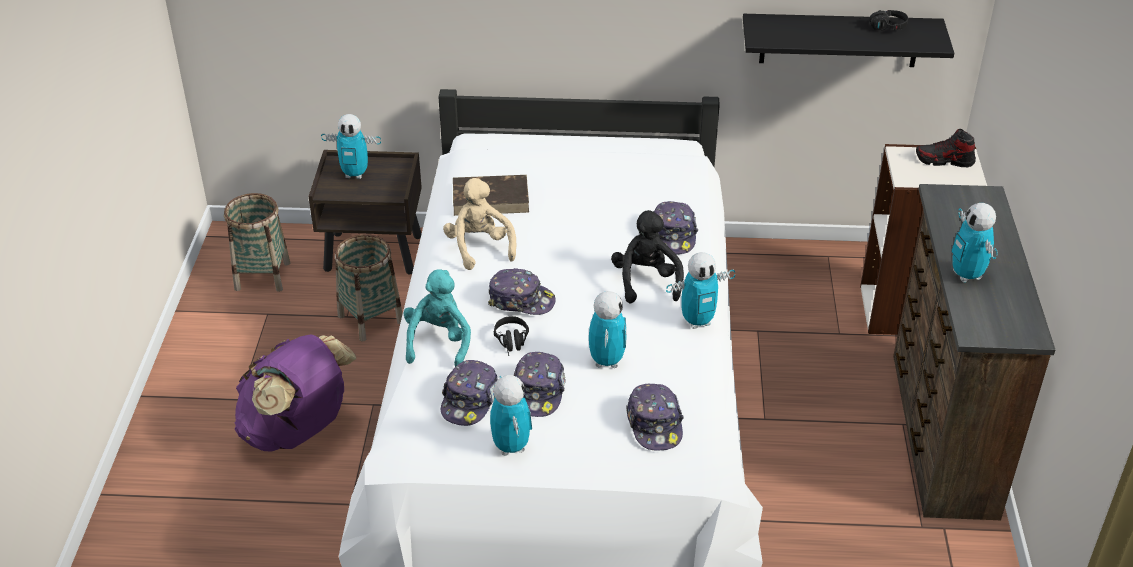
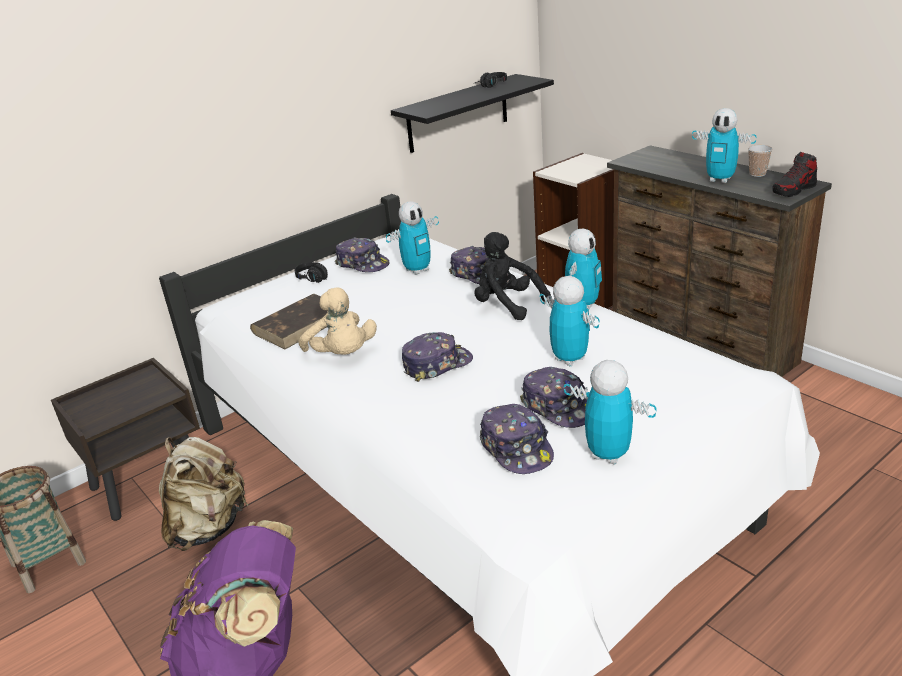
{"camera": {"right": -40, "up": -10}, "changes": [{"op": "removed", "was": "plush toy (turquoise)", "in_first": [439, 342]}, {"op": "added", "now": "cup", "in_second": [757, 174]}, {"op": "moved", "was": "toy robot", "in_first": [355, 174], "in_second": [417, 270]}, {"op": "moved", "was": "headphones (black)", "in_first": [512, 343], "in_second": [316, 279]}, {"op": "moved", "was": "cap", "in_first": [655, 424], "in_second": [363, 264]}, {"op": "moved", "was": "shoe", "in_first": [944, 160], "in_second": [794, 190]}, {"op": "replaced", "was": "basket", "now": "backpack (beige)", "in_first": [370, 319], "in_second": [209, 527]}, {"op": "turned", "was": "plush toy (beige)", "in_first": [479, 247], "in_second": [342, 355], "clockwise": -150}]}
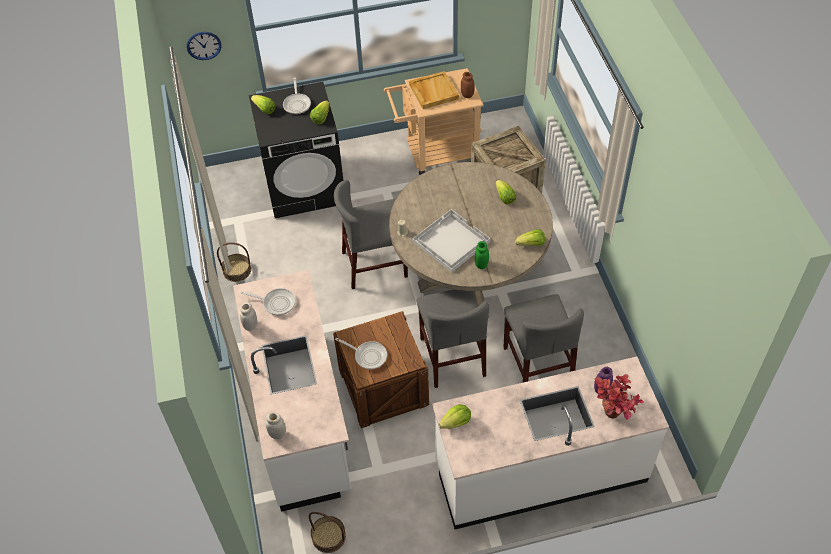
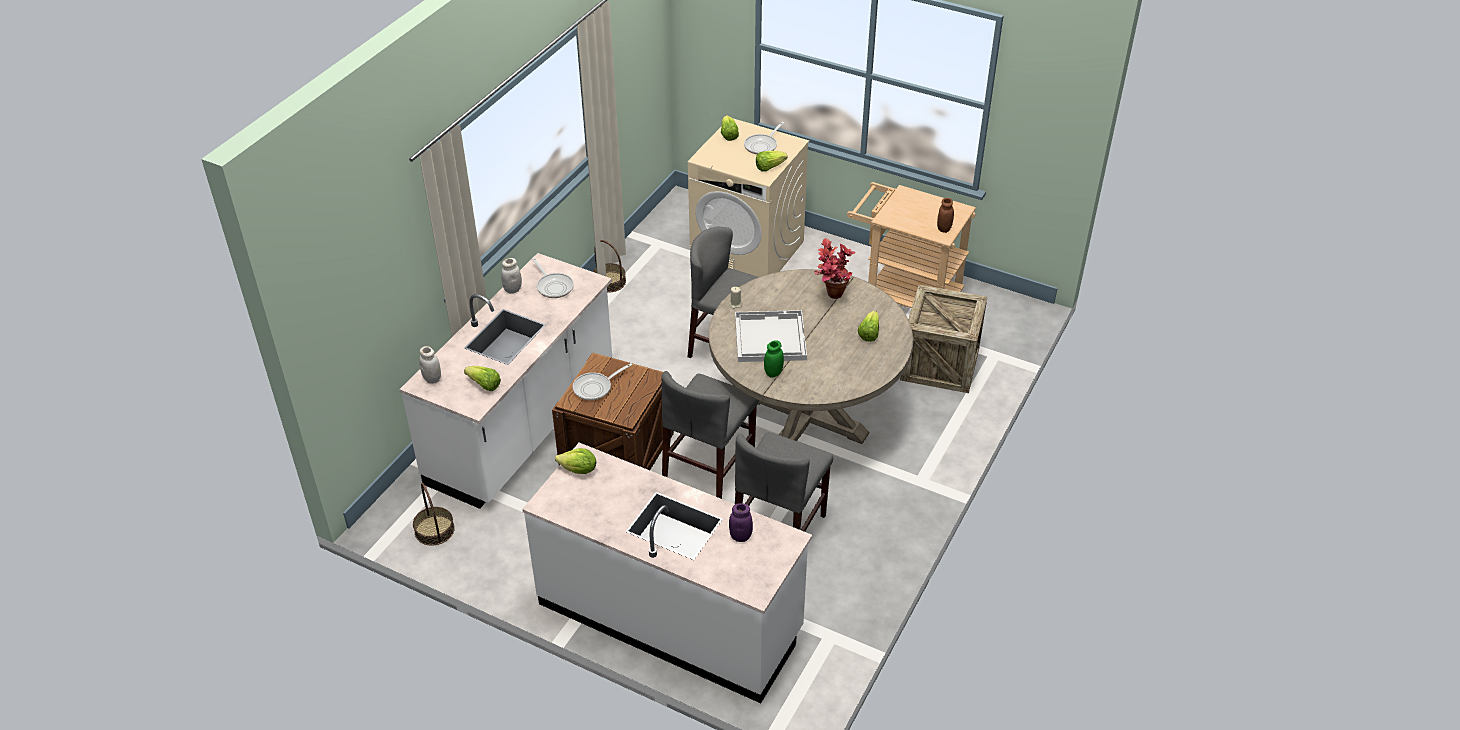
{"camera": {"right": 40, "up": -10}, "changes": [{"op": "removed", "was": "wall clock", "in_first": [204, 45]}, {"op": "removed", "was": "tray (beige)", "in_first": [433, 91]}, {"op": "moved", "was": "lettuce", "in_first": [531, 244], "in_second": [484, 385]}, {"op": "moved", "was": "potted plant", "in_first": [613, 417], "in_second": [831, 297]}, {"op": "recoloured", "was": "washing machine (black)", "now": "washing machine (beige)", "in_first": [305, 186], "in_second": [748, 251]}, {"op": "turned", "was": "frying pan", "in_first": [368, 356], "in_second": [595, 388], "clockwise": 75}]}
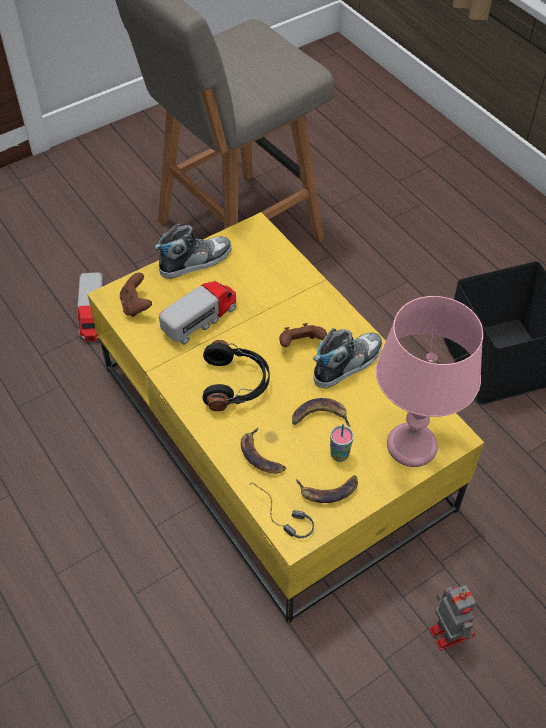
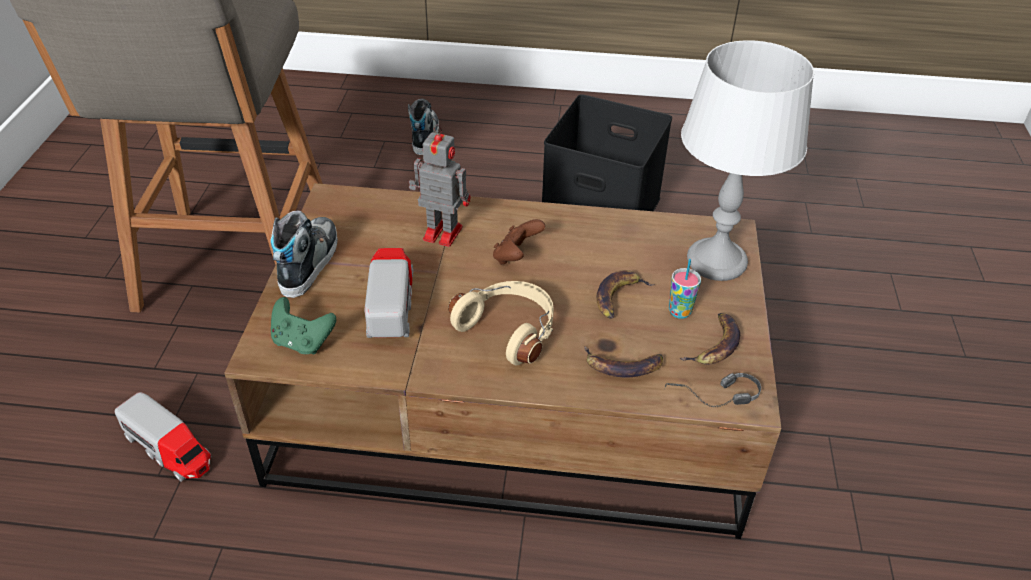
{"camera": {"right": -50, "up": -10}, "changes": [{"op": "moved", "was": "shoe", "in_first": [347, 363], "in_second": [424, 135]}, {"op": "moved", "was": "toy robot", "in_first": [446, 632], "in_second": [440, 232]}, {"op": "recoloured", "was": "coffee table (yellow)", "now": "coffee table (brown)", "in_first": [270, 435], "in_second": [509, 405]}, {"op": "recoloured", "was": "game controller (brown)", "now": "game controller (green)", "in_first": [136, 305], "in_second": [302, 342]}, {"op": "recoloured", "was": "headphones (black)", "now": "headphones (beige)", "in_first": [236, 383], "in_second": [509, 329]}, {"op": "recoloured", "was": "table lamp (pink)", "now": "table lamp (grey)", "in_first": [411, 445], "in_second": [715, 261]}]}
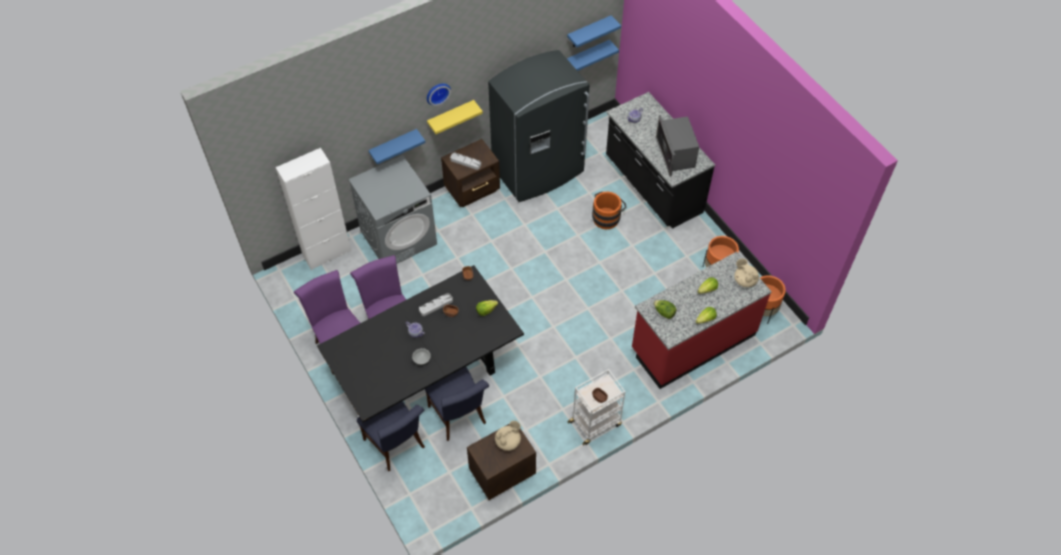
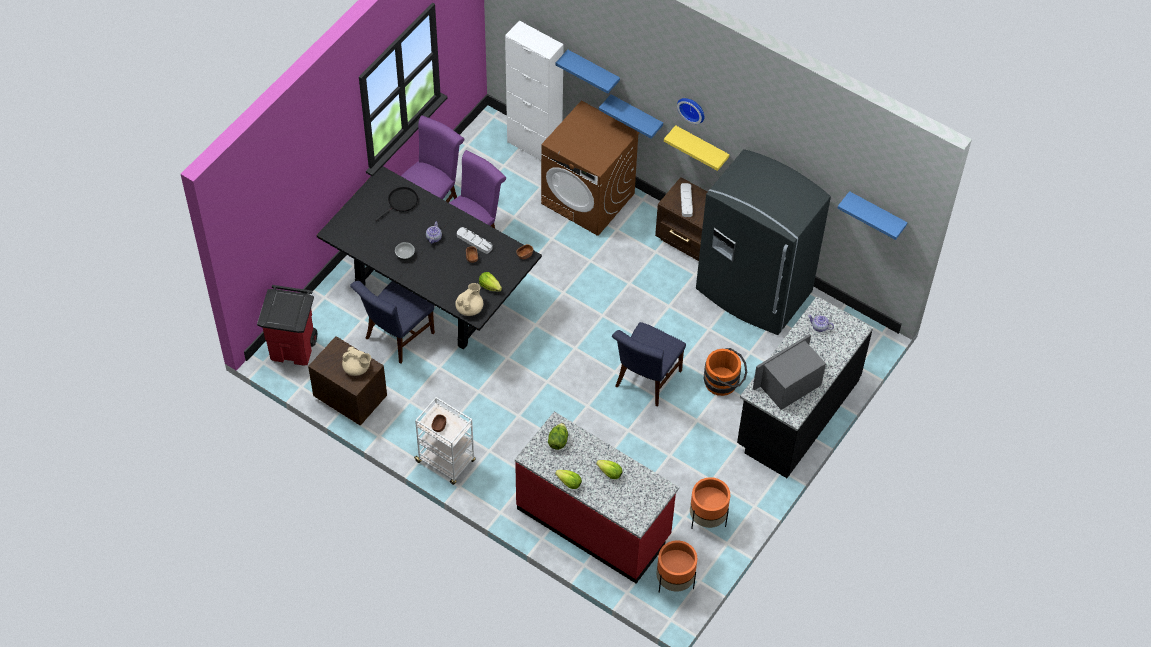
{"camera": {"right": 65, "up": 0}, "changes": [{"op": "added", "now": "trash can (red)", "in_second": [294, 348]}, {"op": "added", "now": "frying pan (black)", "in_second": [401, 202]}, {"op": "moved", "was": "chair (blue)", "in_first": [396, 445], "in_second": [646, 381]}, {"op": "moved", "was": "shelf (blue)", "in_first": [587, 56], "in_second": [593, 71]}, {"op": "moved", "was": "teapot (beige)", "in_first": [744, 280], "in_second": [470, 308]}, {"op": "recoloured", "was": "washing machine (grey)", "now": "washing machine (brown)", "in_first": [399, 237], "in_second": [588, 199]}]}
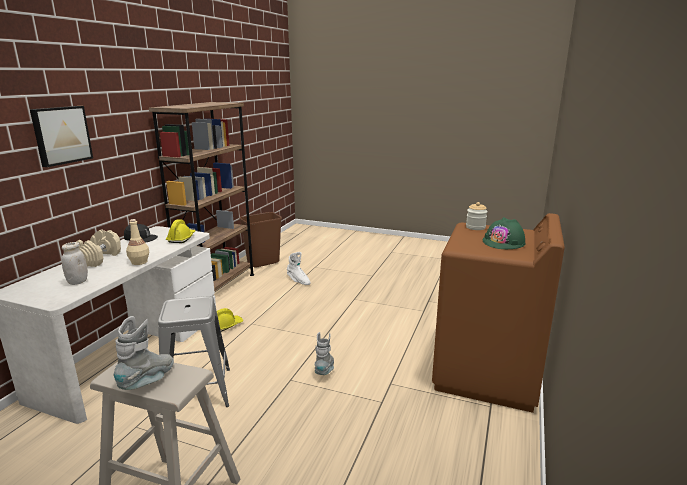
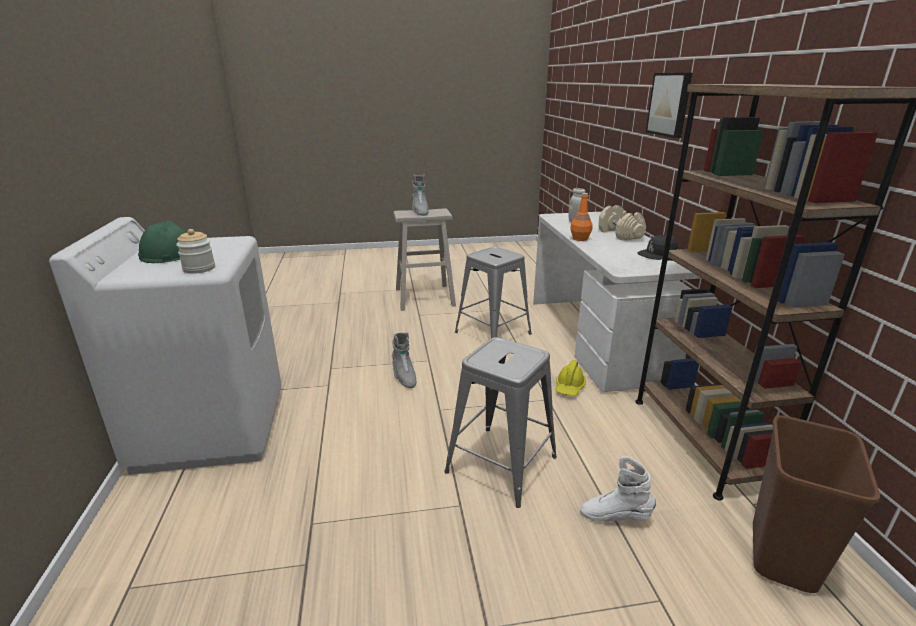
{"camera": {"right": 150, "up": 5}, "changes": [{"op": "removed", "was": "hard hat (yellow)", "in_first": [181, 238]}, {"op": "added", "now": "stool (grey)", "in_second": [501, 464]}, {"op": "recoloured", "was": "bottle (beige)", "now": "bottle (orange)", "in_first": [139, 262], "in_second": [580, 238]}, {"op": "recoloured", "was": "washing machine (brown)", "now": "washing machine (white)", "in_first": [486, 374], "in_second": [212, 428]}]}
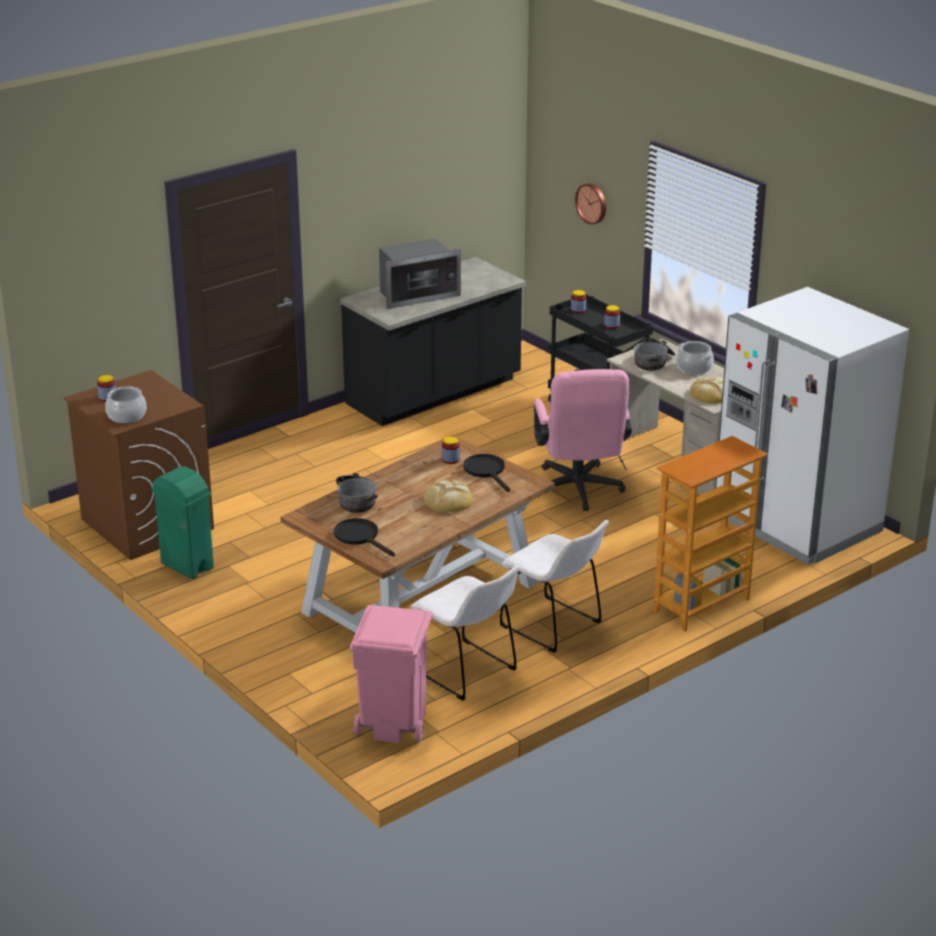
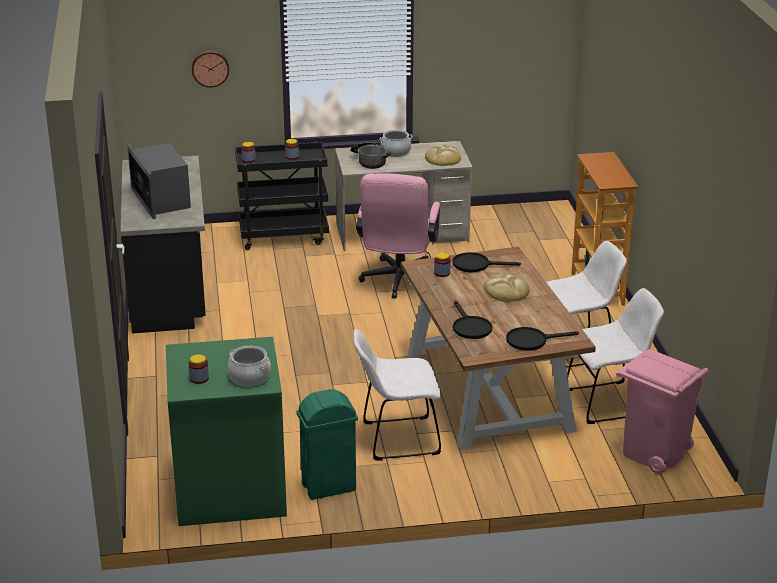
{"camera": {"right": -60, "up": 0}, "changes": [{"op": "removed", "was": "fridge (white)", "in_first": [797, 523]}, {"op": "added", "now": "chair (white)", "in_second": [396, 439]}, {"op": "replaced", "was": "cooking pot", "now": "frying pan (black)", "in_first": [356, 500], "in_second": [470, 327]}, {"op": "recoloured", "was": "washing machine (brown)", "now": "washing machine (green)", "in_first": [146, 523], "in_second": [229, 491]}, {"op": "turned", "was": "microwave", "in_first": [416, 294], "in_second": [161, 200], "clockwise": 150}, {"op": "turned", "was": "office chair (pink)", "in_first": [578, 492], "in_second": [398, 282], "clockwise": 75}]}
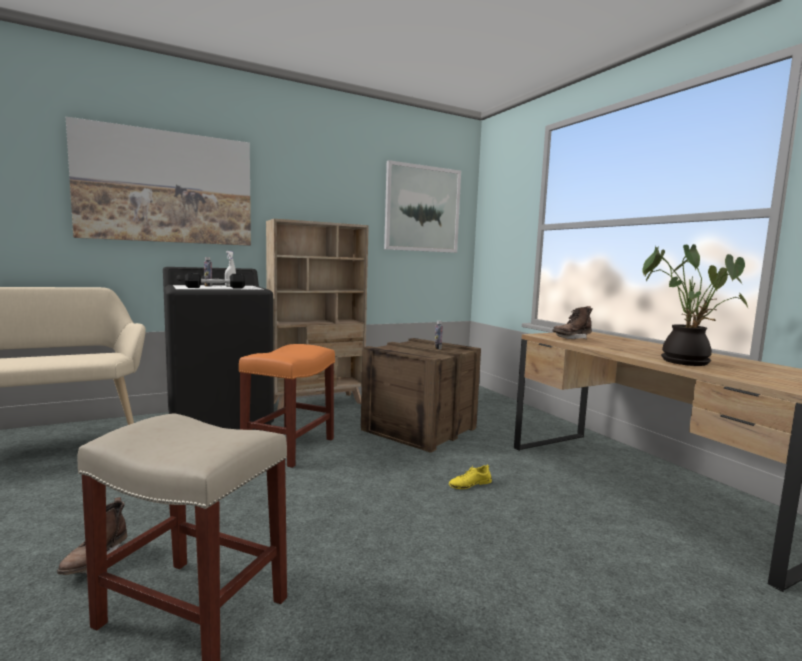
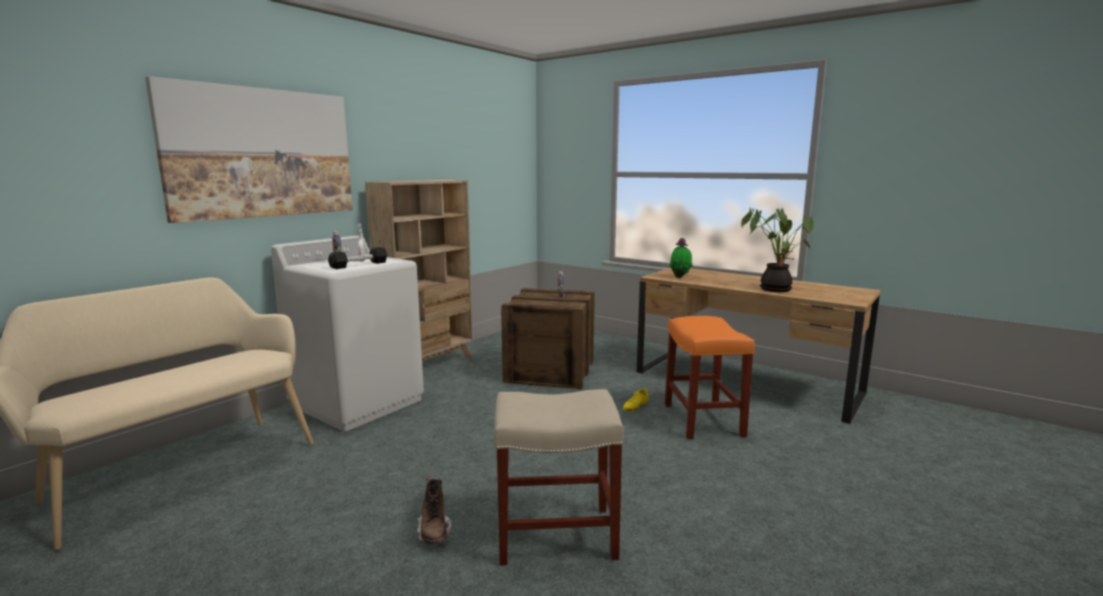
{"camera": {"right": -25, "up": 5}, "changes": [{"op": "removed", "was": "picture", "in_first": [422, 209]}, {"op": "moved", "was": "stool (orange)", "in_first": [289, 447], "in_second": [702, 419]}, {"op": "replaced", "was": "boot (brown)", "now": "potted plant", "in_first": [571, 339], "in_second": [680, 277]}, {"op": "recoloured", "was": "washing machine (black)", "now": "washing machine (white)", "in_first": [220, 421], "in_second": [358, 402]}]}
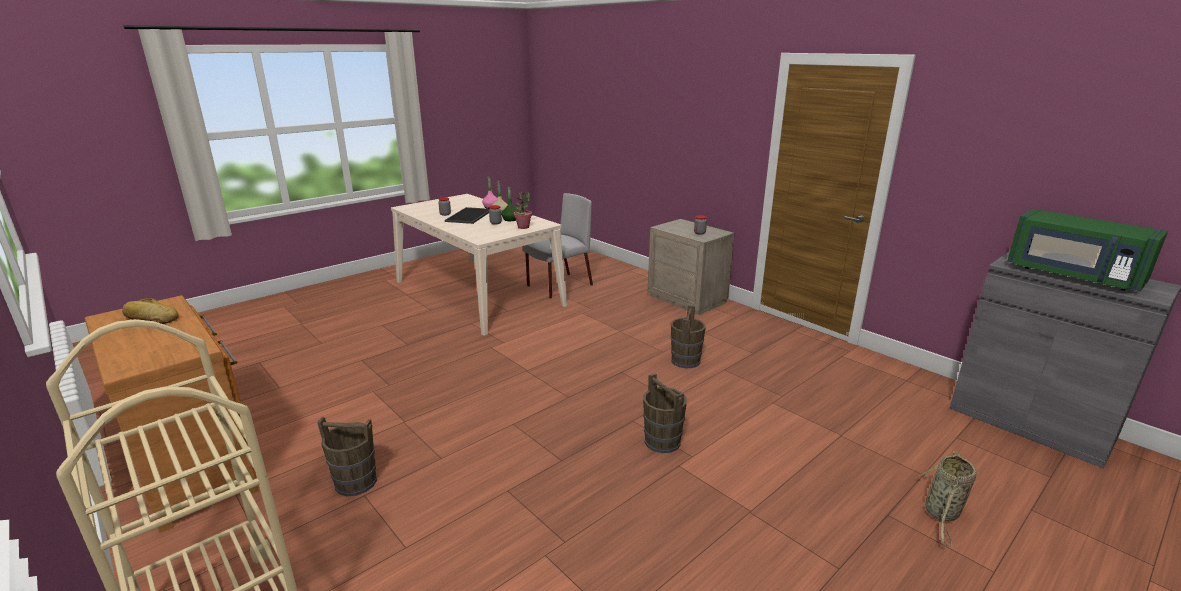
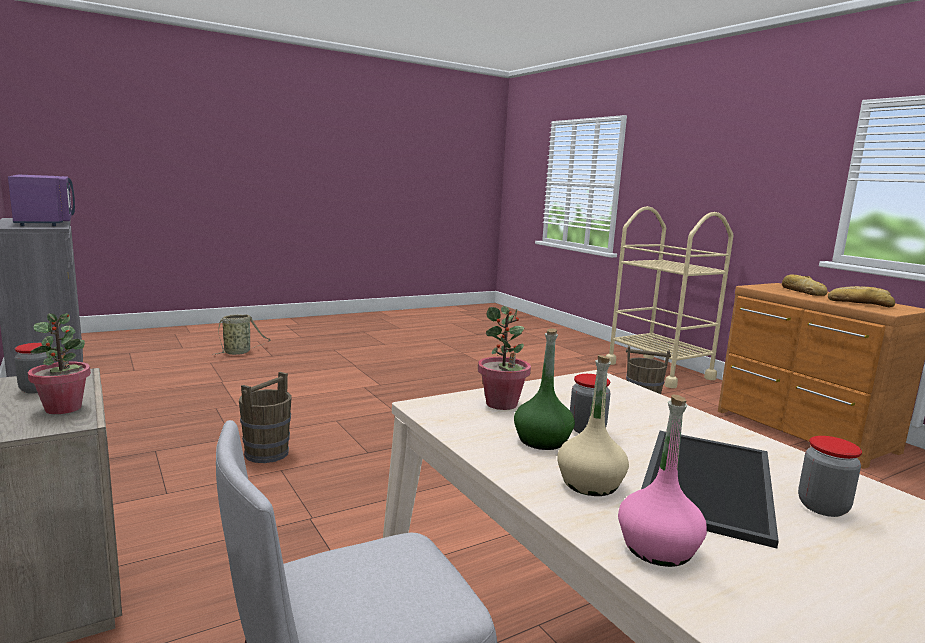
{"camera": {"right": -170, "up": -10}, "changes": [{"op": "removed", "was": "bucket (brown)", "in_first": [662, 442]}, {"op": "added", "now": "potted plant", "in_second": [64, 408]}, {"op": "added", "now": "bread", "in_second": [802, 291]}, {"op": "recoloured", "was": "microwave (green)", "now": "microwave (purple)", "in_first": [1072, 275], "in_second": [45, 223]}]}
